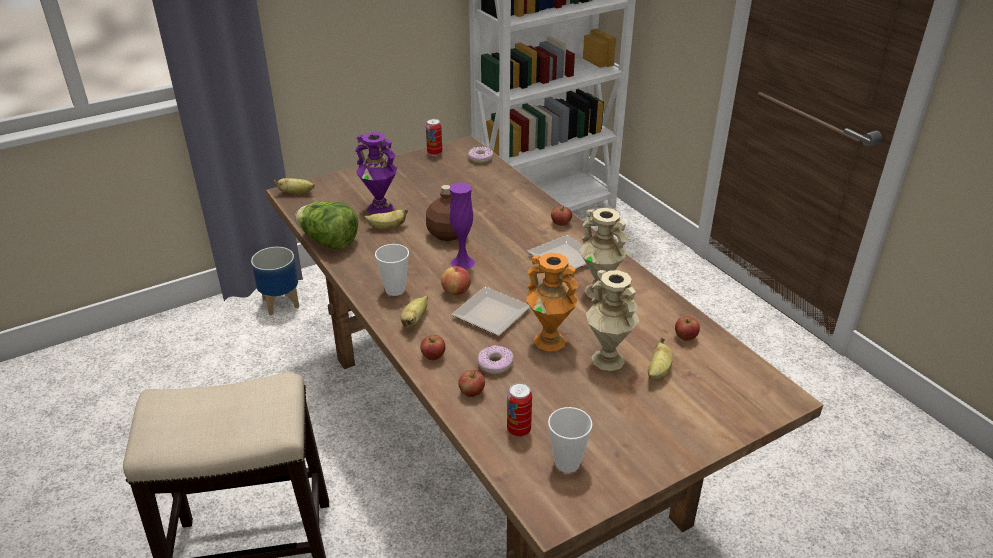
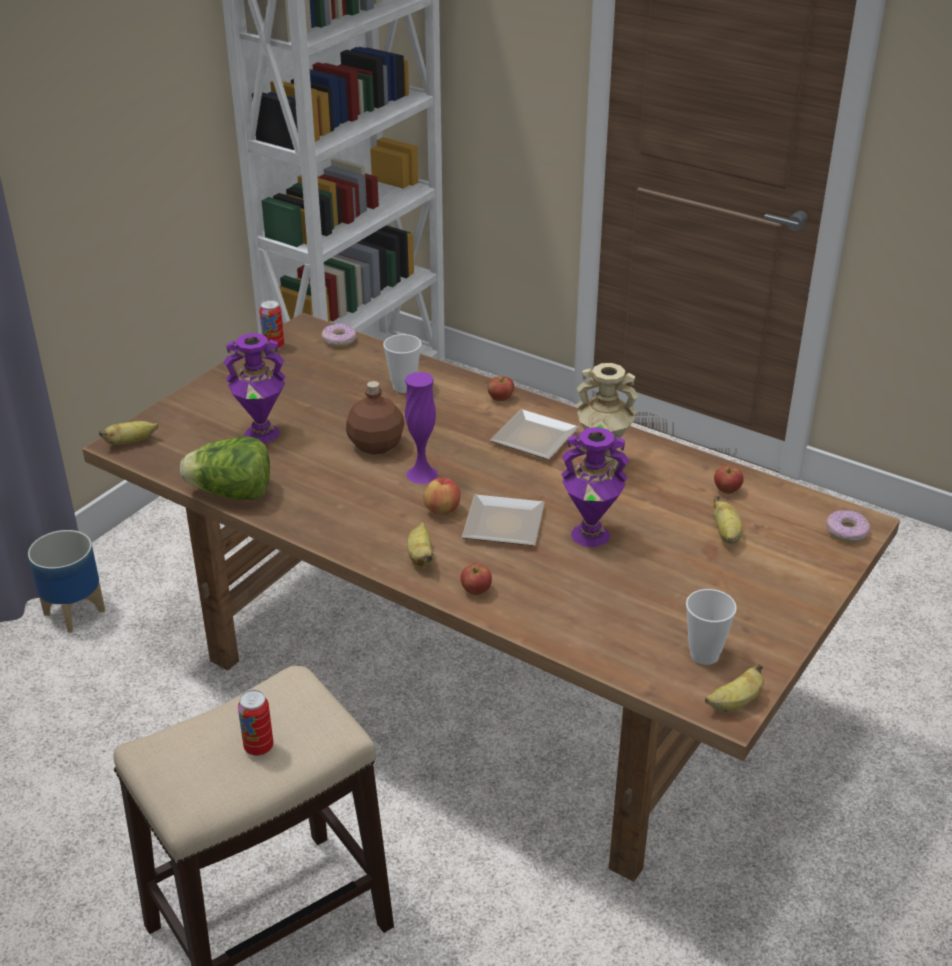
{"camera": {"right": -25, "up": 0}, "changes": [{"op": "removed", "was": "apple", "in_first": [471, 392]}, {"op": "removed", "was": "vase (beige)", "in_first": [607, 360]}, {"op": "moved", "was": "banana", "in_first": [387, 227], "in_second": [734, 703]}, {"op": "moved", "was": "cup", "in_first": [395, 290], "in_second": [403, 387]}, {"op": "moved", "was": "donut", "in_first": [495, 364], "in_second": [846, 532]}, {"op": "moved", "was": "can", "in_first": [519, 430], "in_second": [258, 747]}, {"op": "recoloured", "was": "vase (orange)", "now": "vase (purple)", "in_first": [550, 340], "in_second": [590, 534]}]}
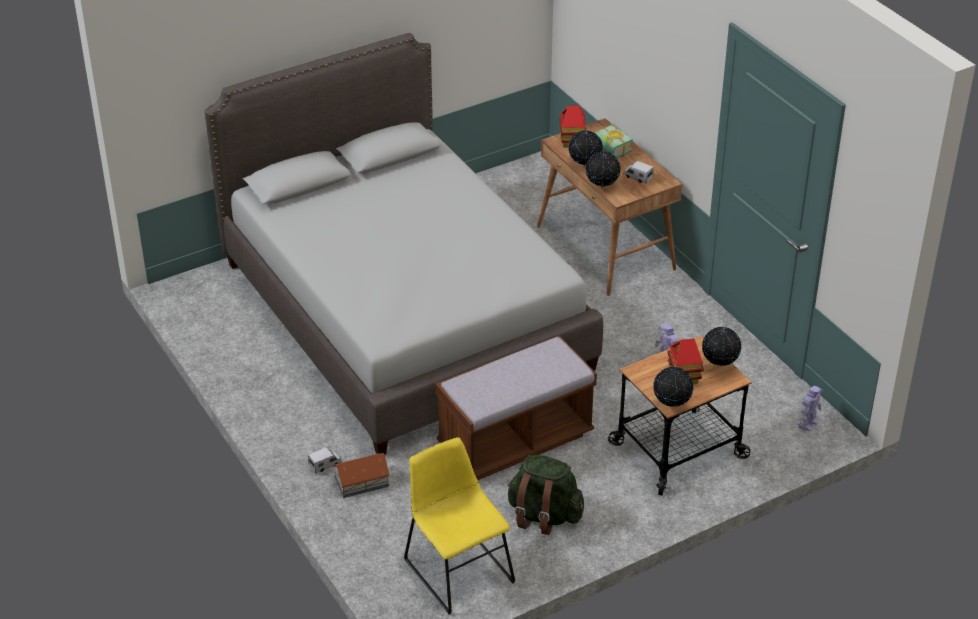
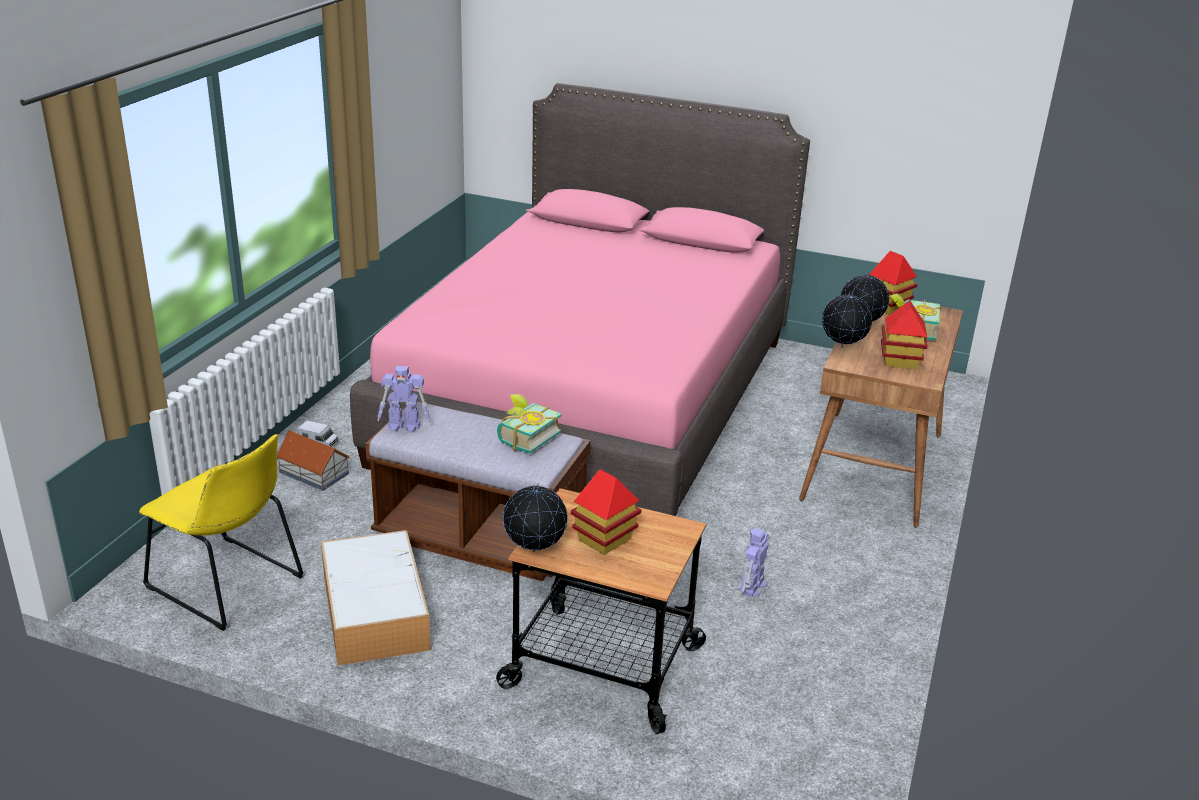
{"camera": {"right": 50, "up": -10}, "changes": [{"op": "removed", "was": "globe", "in_first": [719, 365]}, {"op": "added", "now": "book", "in_second": [524, 437]}, {"op": "moved", "was": "toy robot", "in_first": [808, 423], "in_second": [404, 426]}, {"op": "replaced", "was": "backpack (green)", "now": "storage box", "in_first": [544, 516], "in_second": [374, 610]}, {"op": "replaced", "was": "toy truck", "now": "toy house", "in_first": [638, 177], "in_second": [899, 361]}, {"op": "recoloured", "was": "bed (grey)", "now": "bed (pink)", "in_first": [405, 314], "in_second": [592, 398]}, {"op": "turned", "was": "chair (yellow)", "in_first": [456, 568], "in_second": [229, 585], "clockwise": 105}]}
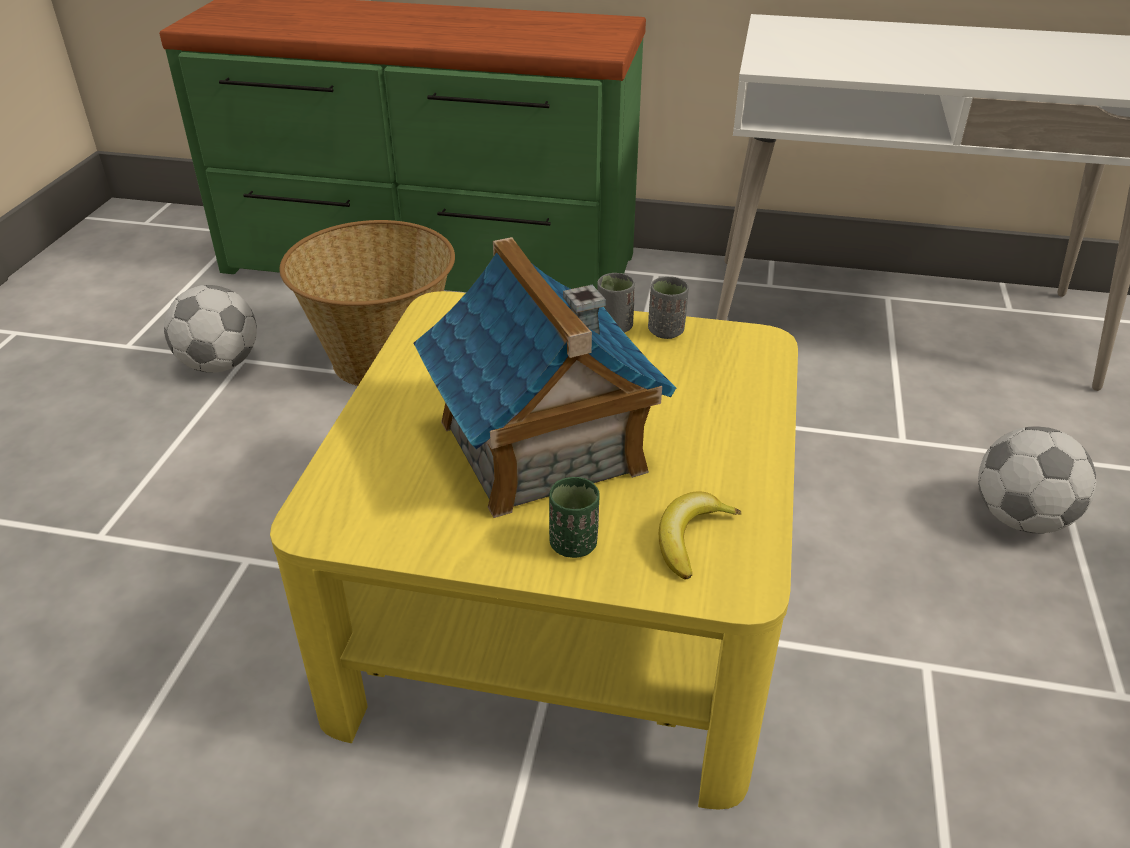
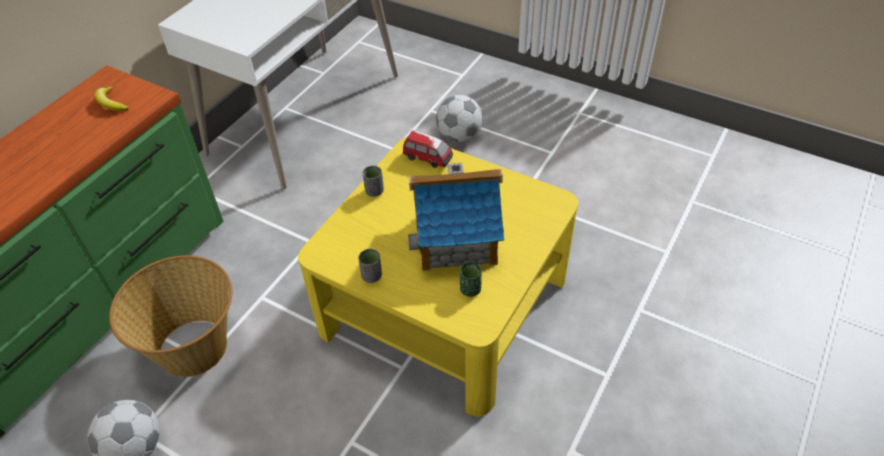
{"camera": {"right": -70, "up": 10}, "changes": [{"op": "added", "now": "toy car", "in_second": [428, 158]}, {"op": "moved", "was": "cup (green)", "in_first": [573, 544], "in_second": [470, 289]}, {"op": "moved", "was": "cup (grey)", "in_first": [666, 331], "in_second": [372, 276]}, {"op": "moved", "was": "banana", "in_first": [690, 538], "in_second": [111, 103]}]}
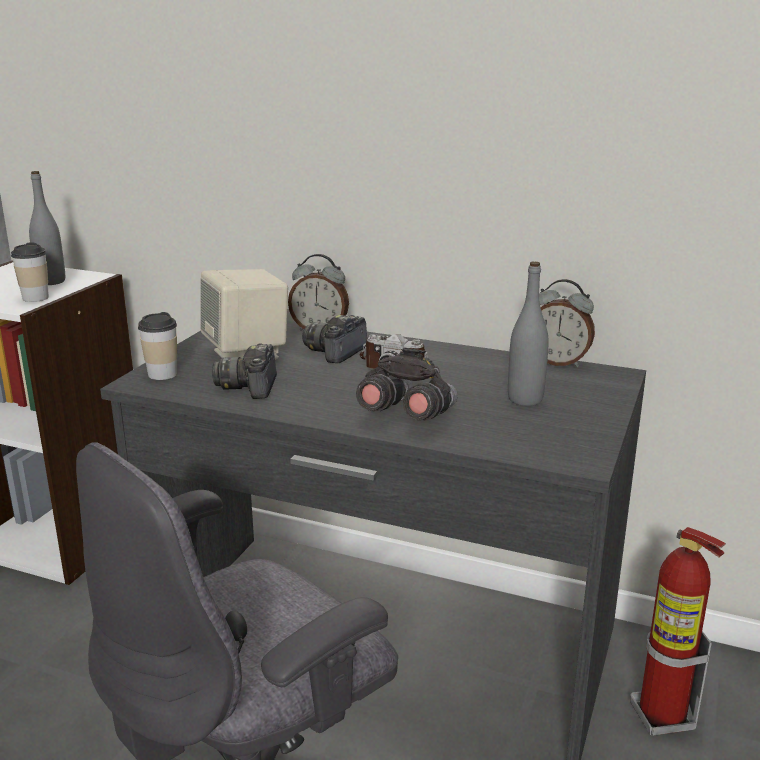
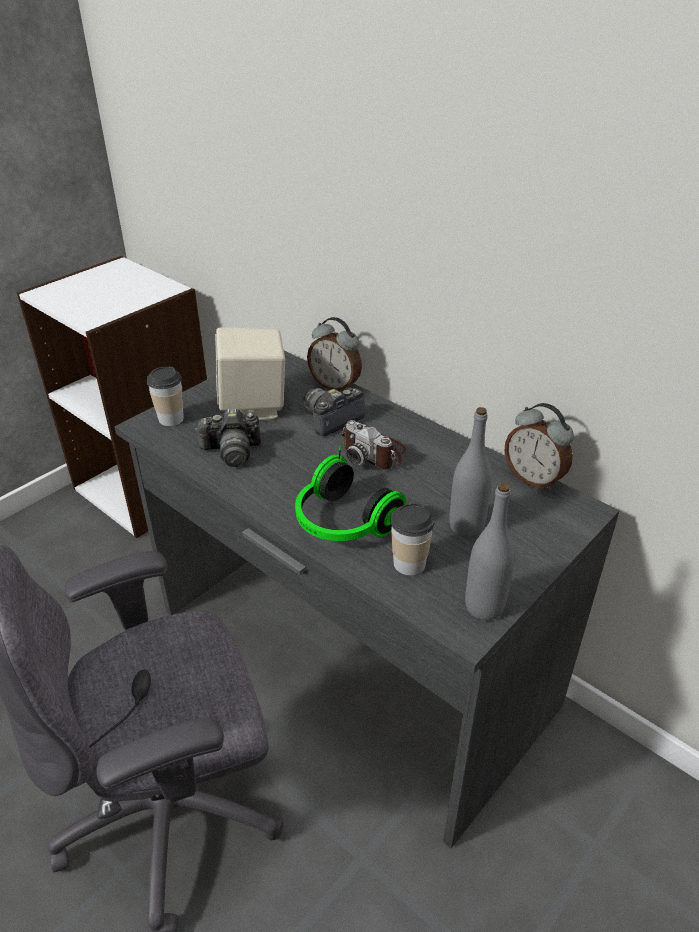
{"camera": {"right": 20, "up": 15}, "changes": [{"op": "removed", "was": "fire extinguisher", "in_first": [662, 717]}, {"op": "moved", "was": "cup", "in_first": [35, 298], "in_second": [409, 564]}, {"op": "moved", "was": "bottle (grey)", "in_first": [51, 281], "in_second": [484, 607]}, {"op": "replaced", "was": "binoculars (grey)", "now": "headphones", "in_first": [407, 416], "in_second": [342, 523]}, {"op": "turned", "was": "photo camera", "in_first": [250, 387], "in_second": [232, 451], "clockwise": -120}]}
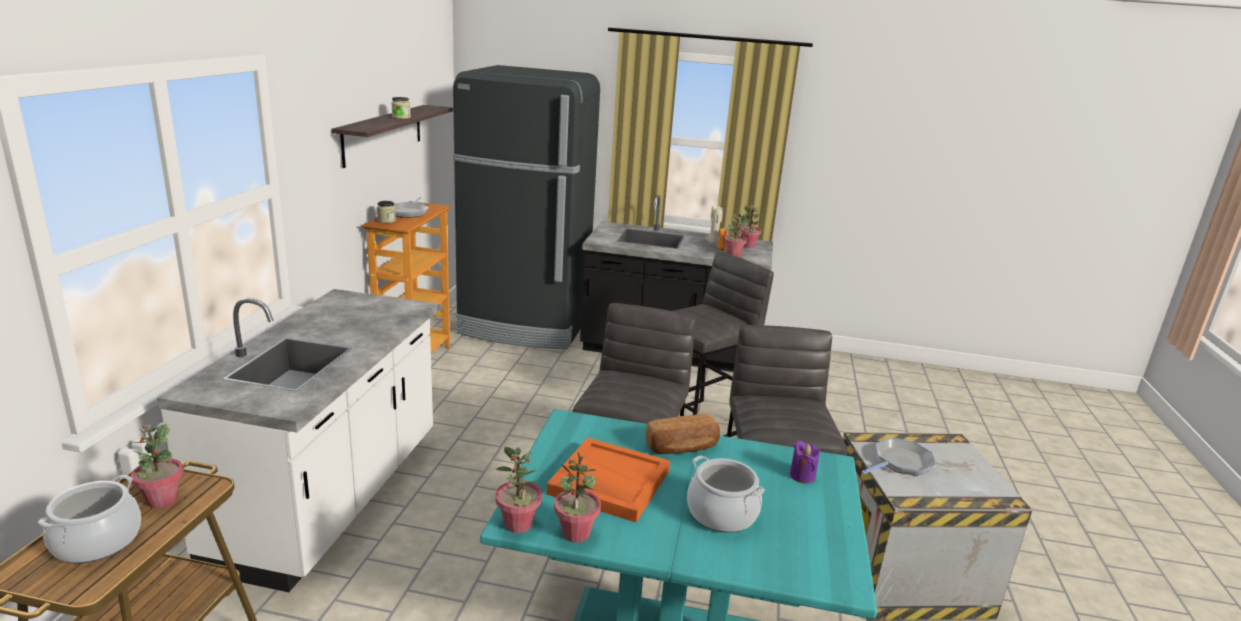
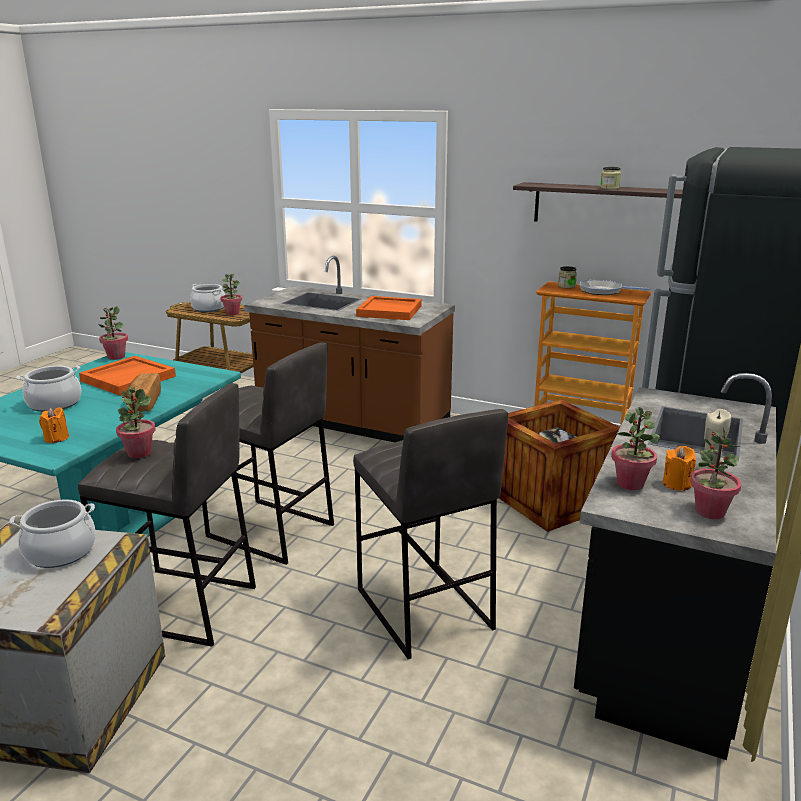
{"camera": {"right": 105, "up": 0}, "changes": [{"op": "added", "now": "tray (orange)", "in_second": [390, 311]}, {"op": "added", "now": "crate", "in_second": [551, 500]}, {"op": "moved", "was": "potted plant", "in_first": [575, 533], "in_second": [139, 453]}, {"op": "replaced", "was": "frying pan", "now": "cooking pot", "in_first": [900, 462], "in_second": [60, 552]}, {"op": "recoloured", "was": "counter (white)", "now": "counter (brown)", "in_first": [332, 498], "in_second": [352, 422]}, {"op": "recoloured", "was": "candle (purple)", "now": "candle (orange)", "in_first": [802, 476], "in_second": [56, 438]}]}
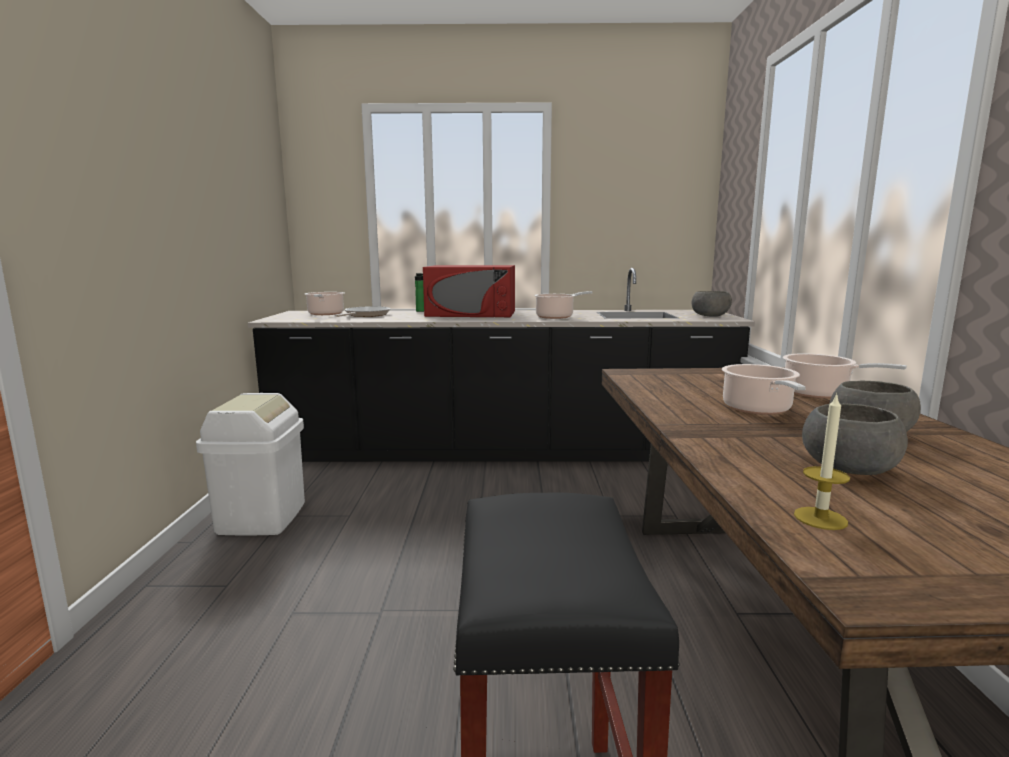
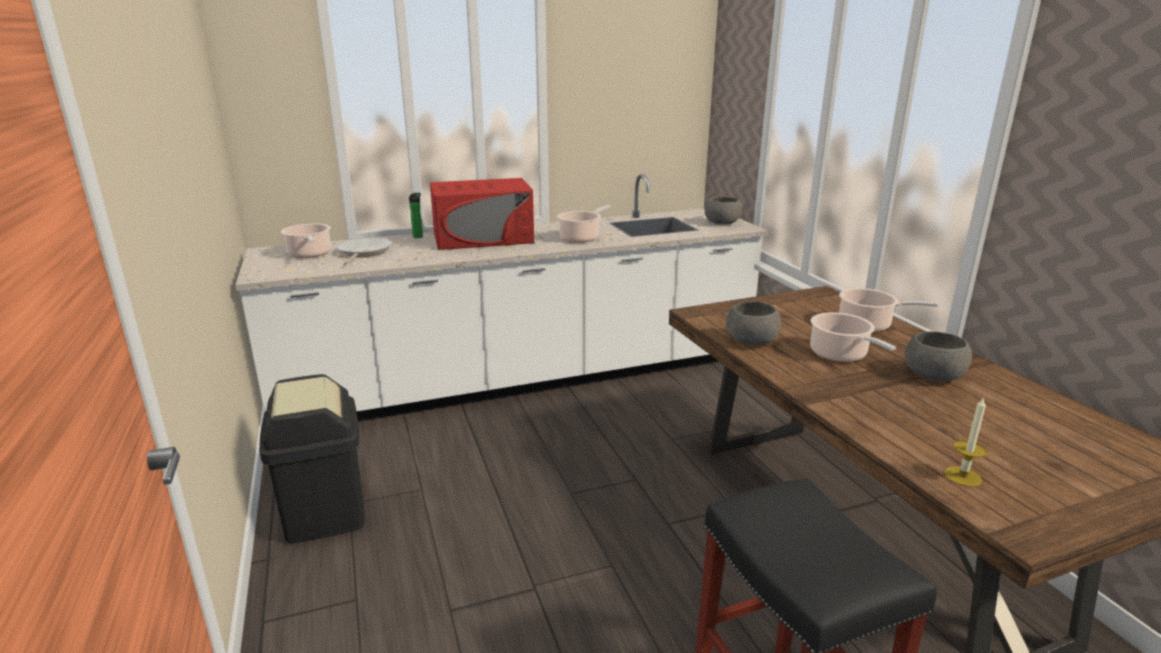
{"camera": {"right": -20, "up": 10}, "changes": [{"op": "moved", "was": "bowl (grey)", "in_first": [848, 467], "in_second": [751, 340]}, {"op": "recoloured", "was": "trash can (white)", "now": "trash can (black)", "in_first": [261, 518], "in_second": [324, 512]}, {"op": "recoloured", "was": "counter (black)", "now": "counter (white)", "in_first": [501, 451], "in_second": [524, 378]}]}
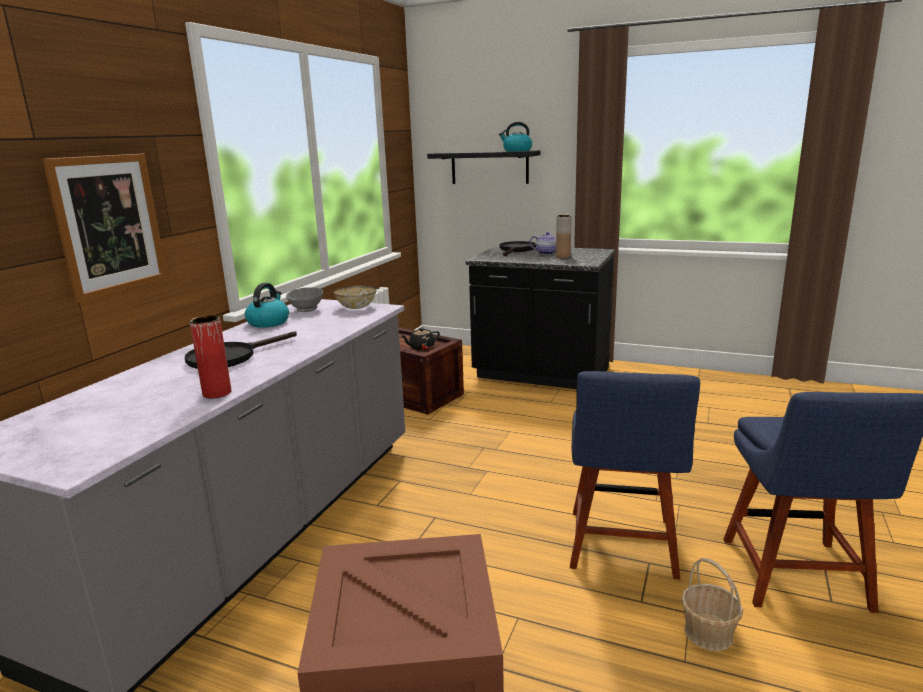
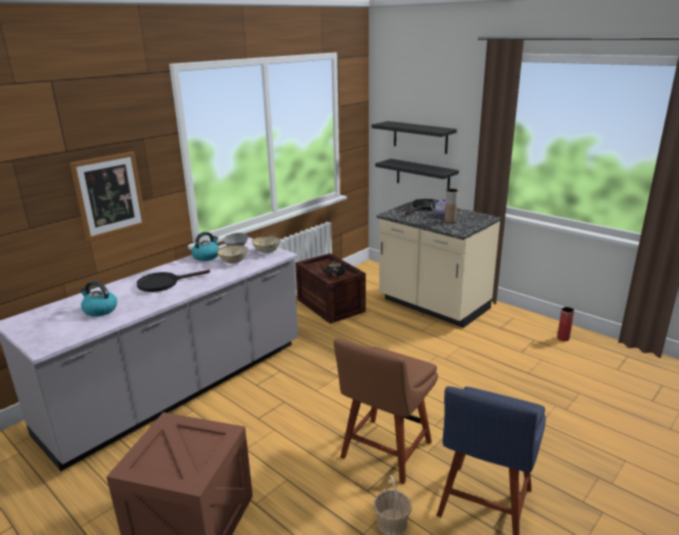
{"camera": {"right": 20, "up": 5}, "changes": [{"op": "added", "now": "bowl", "in_second": [233, 261]}, {"op": "added", "now": "shelf (black)", "in_second": [422, 176]}, {"op": "moved", "was": "vase (red)", "in_first": [217, 393], "in_second": [563, 338]}, {"op": "moved", "was": "kettle", "in_first": [517, 150], "in_second": [100, 310]}, {"op": "recoloured", "was": "counter (black)", "now": "counter (beige)", "in_first": [541, 375], "in_second": [433, 305]}, {"op": "recoloured", "was": "chair (blue)", "now": "chair (brown)", "in_first": [622, 547], "in_second": [384, 452]}]}
